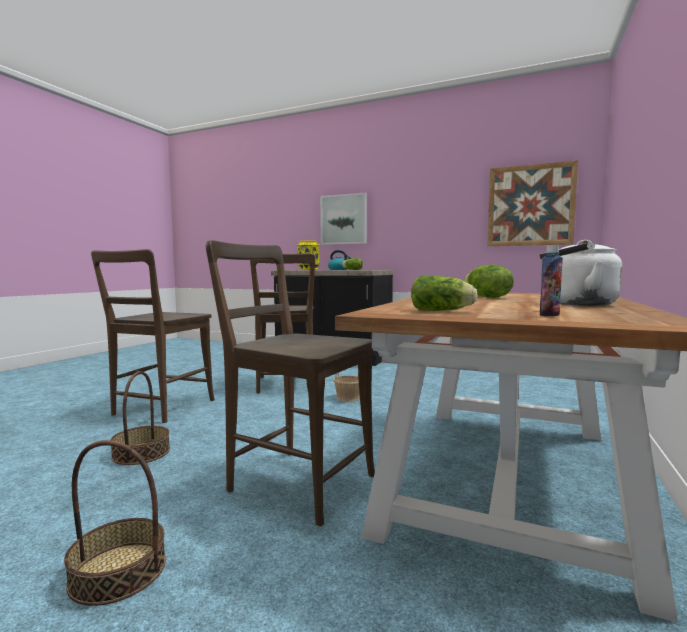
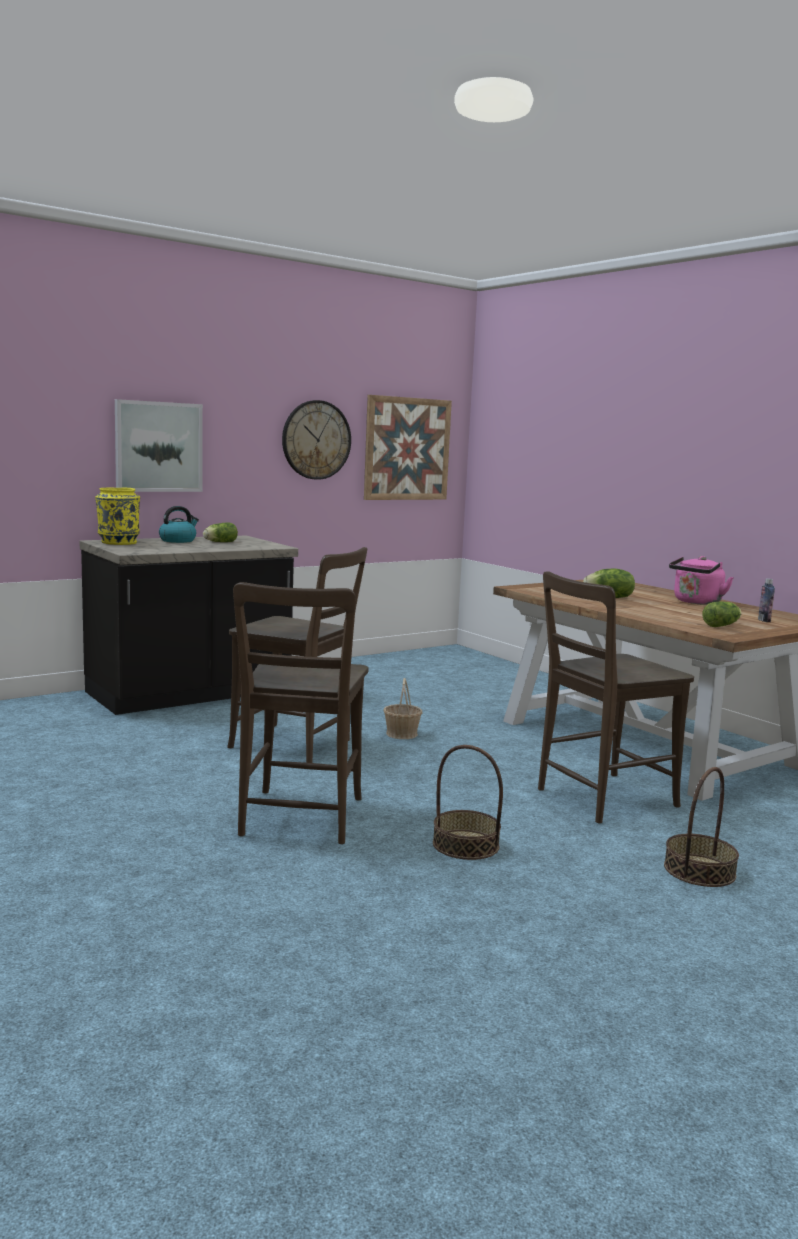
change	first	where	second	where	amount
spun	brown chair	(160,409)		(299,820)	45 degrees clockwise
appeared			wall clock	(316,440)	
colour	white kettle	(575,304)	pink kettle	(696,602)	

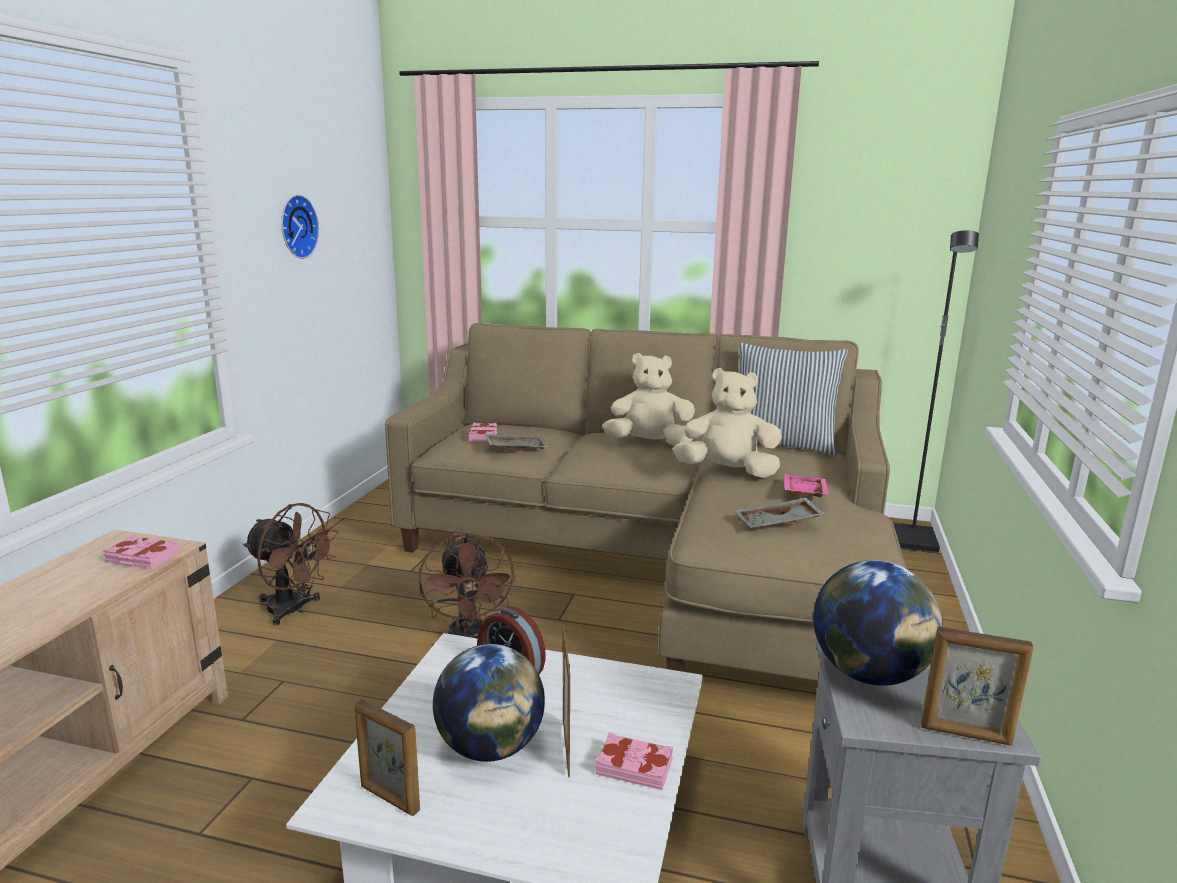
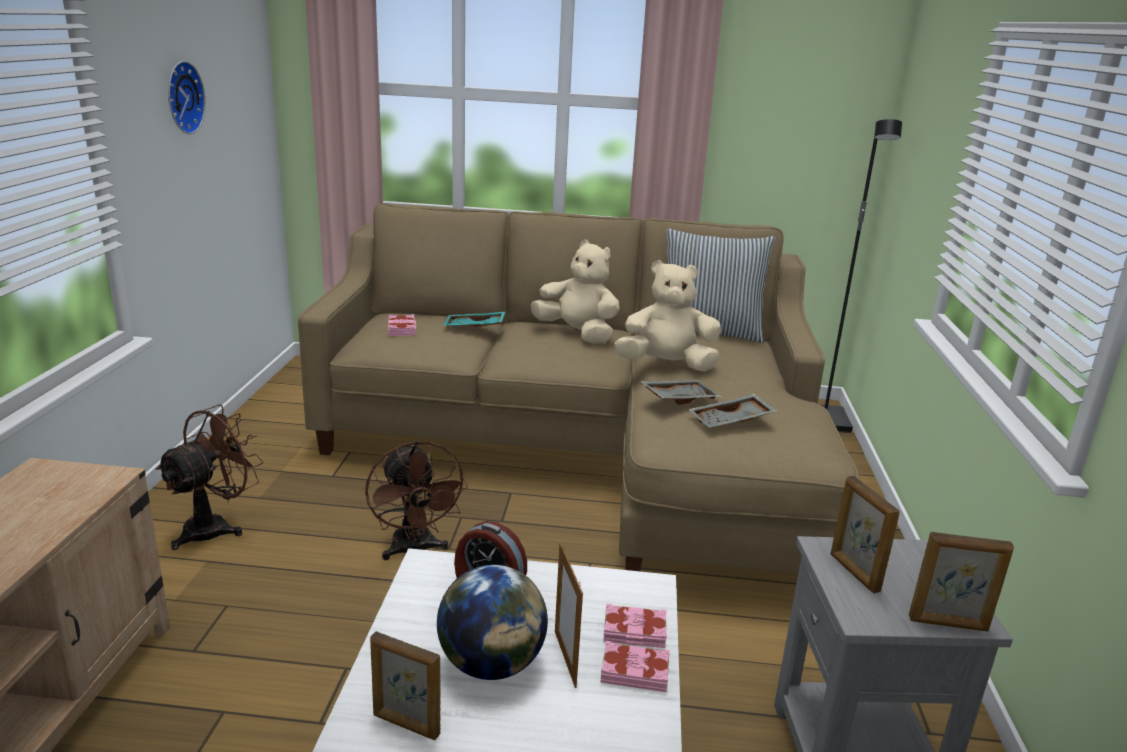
change	first	where	second	where	amount
spun	brown fan	(294,610)		(215,527)	75 degrees counterclockwise
appeared			turquoise tray	(474,327)	
spun	beige plush toy	(649,444)		(577,334)	45 degrees clockwise
relocated	pink book	(142,558)		(634,632)	
relocated	grey tray	(515,448)		(678,398)	
exchanged	globe	(869,674)	picture frame	(853,573)	
missing	pink tray	(803,494)			

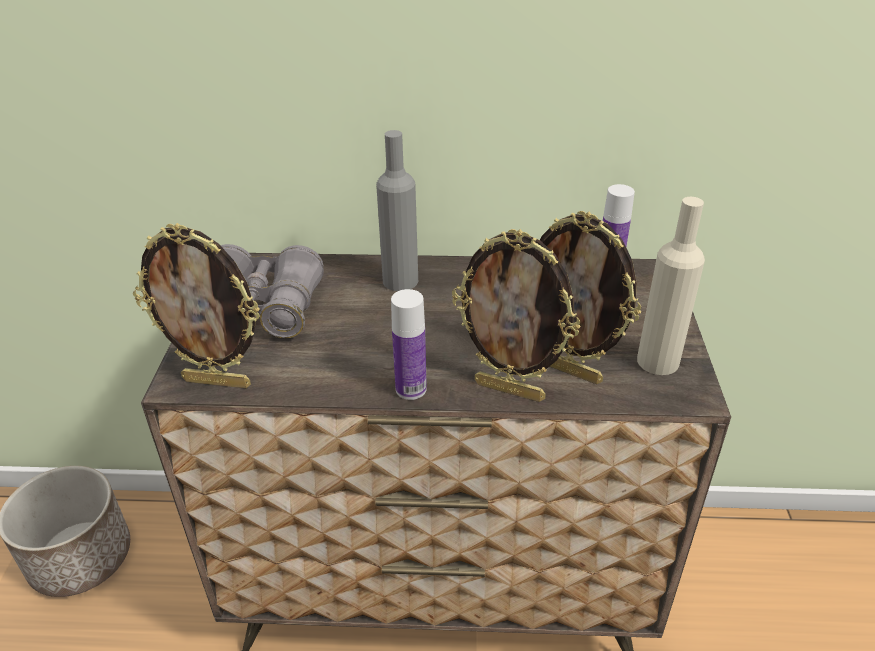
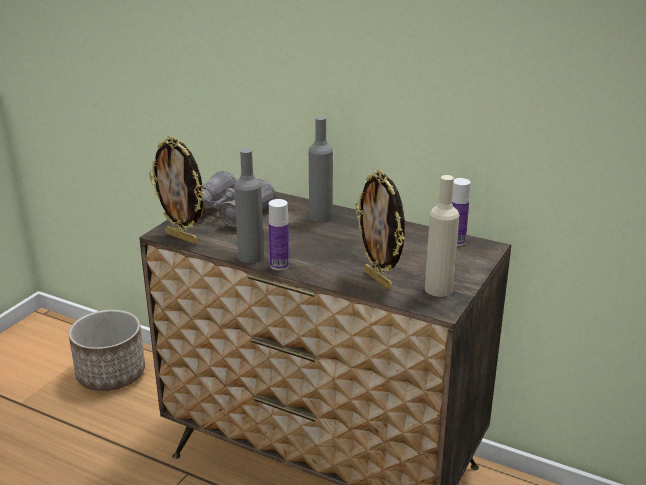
change	first	where	second	where	amount
appeared			grey bottle	(251,256)	
missing	picture frame	(510,390)			

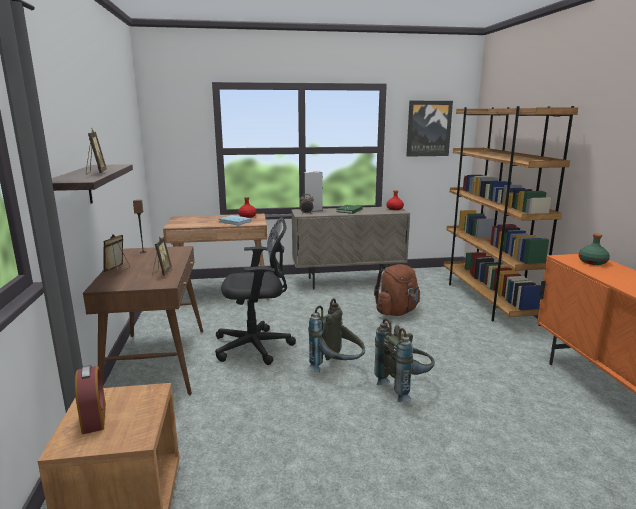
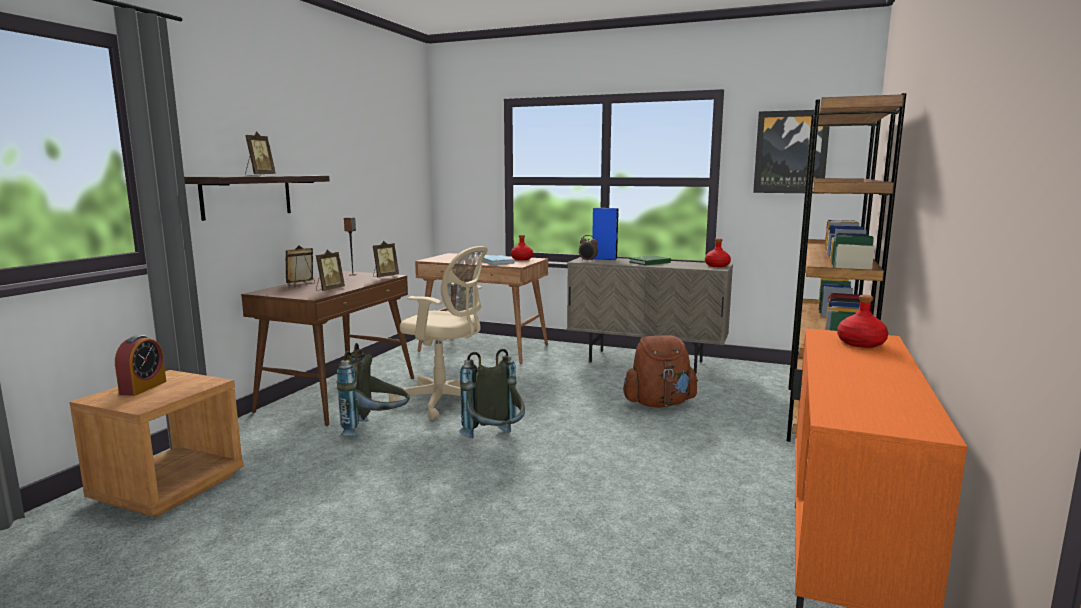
change	first	where	second	where	amount
relocated	grey backpack	(404,387)		(376,429)	
appeared			picture frame	(385,276)	
colour	black office chair	(256,346)	beige office chair	(445,402)	
colour	grey speaker	(313,210)	blue speaker	(604,258)	
colour	green bottle	(593,262)	red bottle	(861,343)	

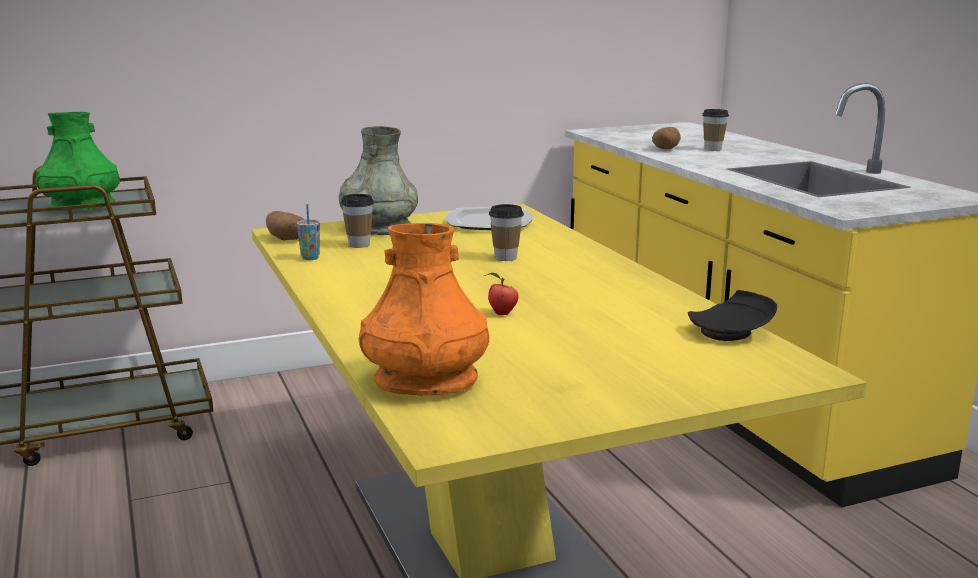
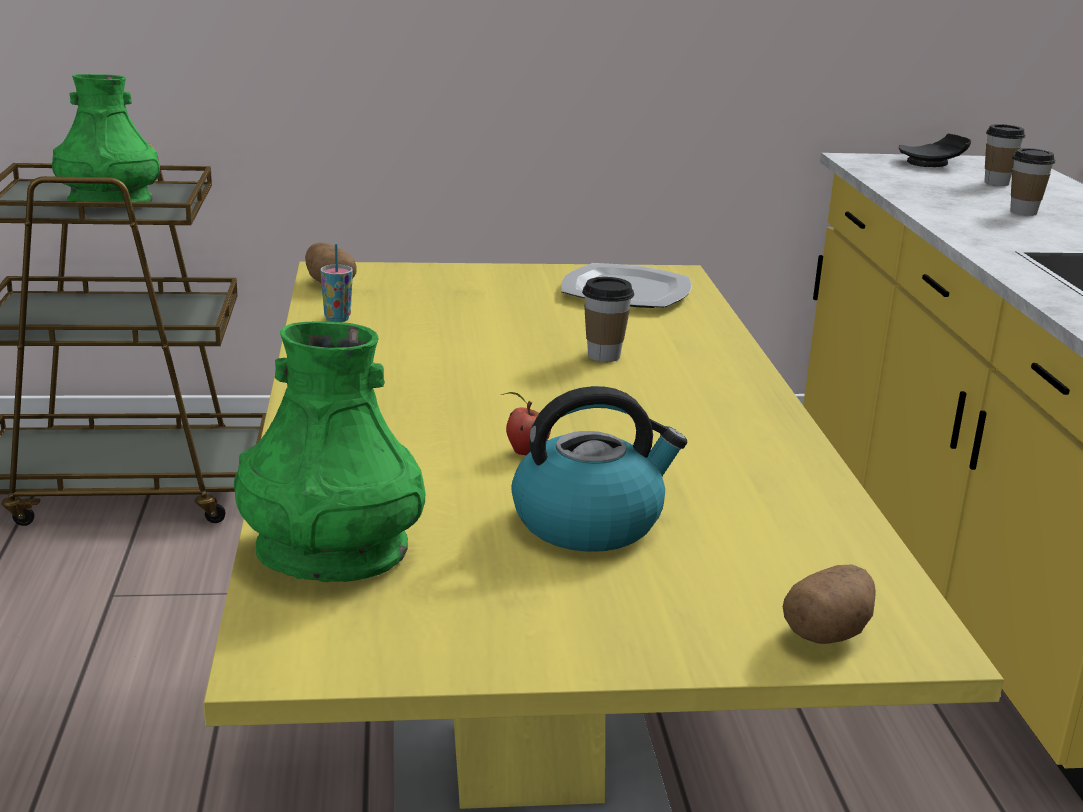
change	first	where	second	where	amount
colour	orange vase	(426,381)	green vase	(332,551)	
appeared			kettle	(589,522)	
relocated	potato	(666,149)		(827,633)	
relocated	black plate	(731,332)		(932,164)	
relocated	cup	(359,245)		(996,183)	
missing	grey vase	(379,227)			

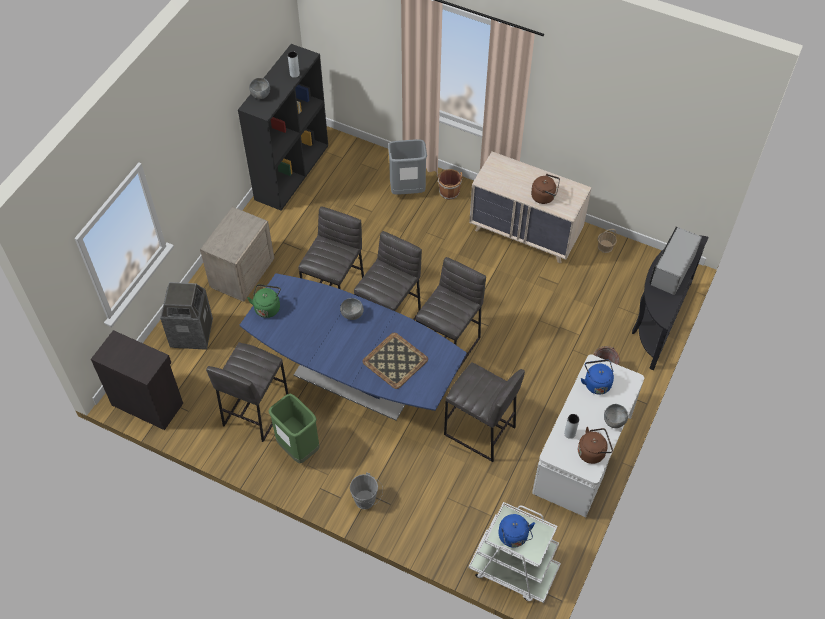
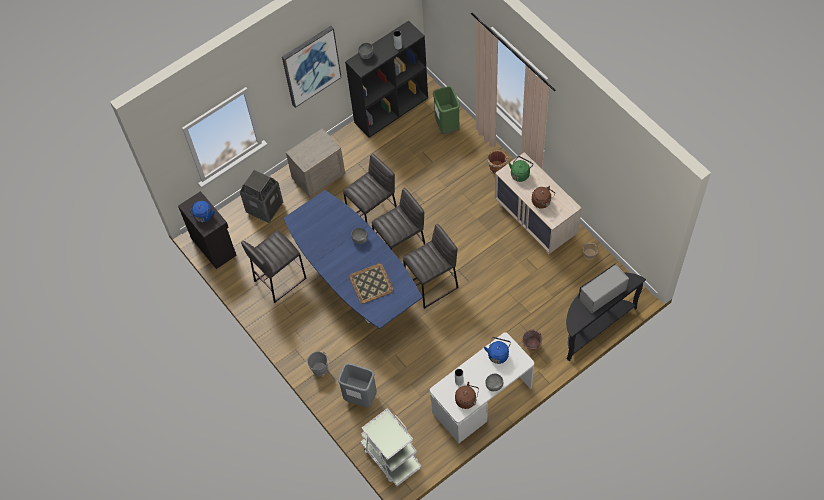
change	first	where	second	where	amount
relocated	blue kettle	(514,537)		(203,217)	
appeared			picture	(311,66)	
relocated	grey trash can	(407,190)		(360,397)	
relocated	green trash can	(298,448)		(447,126)	
relocated	green kettle	(267,307)		(520,174)	
missing	grey stool	(480,431)			

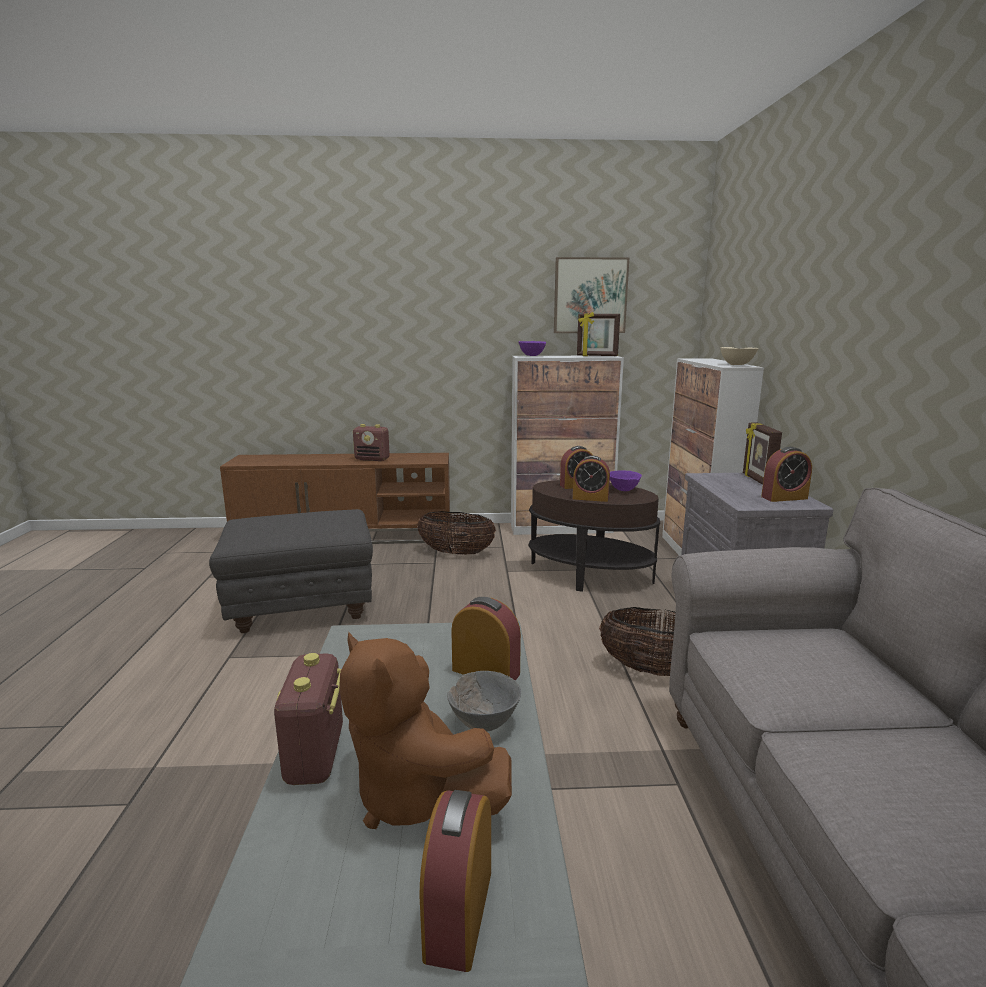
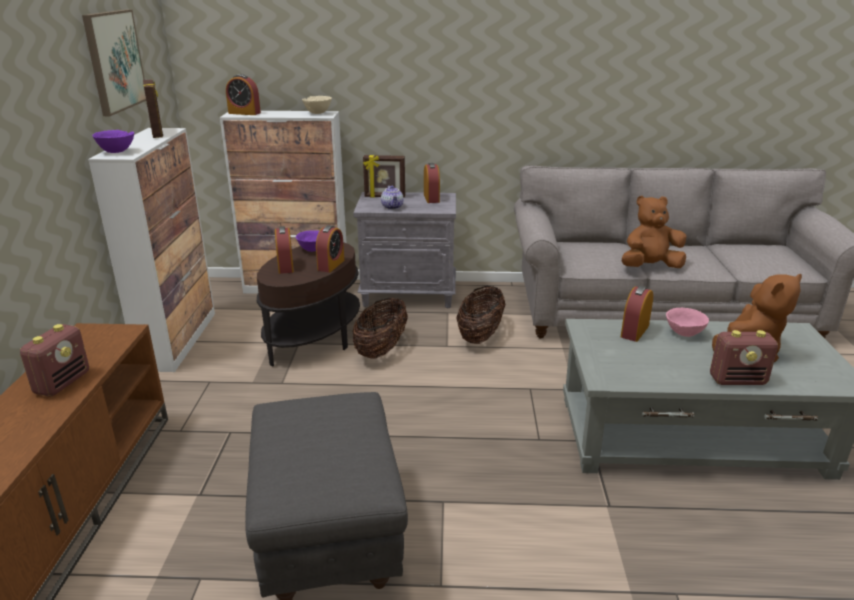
change	first	where	second	where	amount
spun	picture frame	(597,356)		(158,133)	45 degrees counterclockwise
relocated	alarm clock	(459,913)		(244,113)	
relocated	basket	(456,553)		(381,349)	
appeared			teapot	(393,207)	
appeared			brown plush toy	(650,267)	
colour	grey bowl	(483,722)	pink bowl	(683,333)	

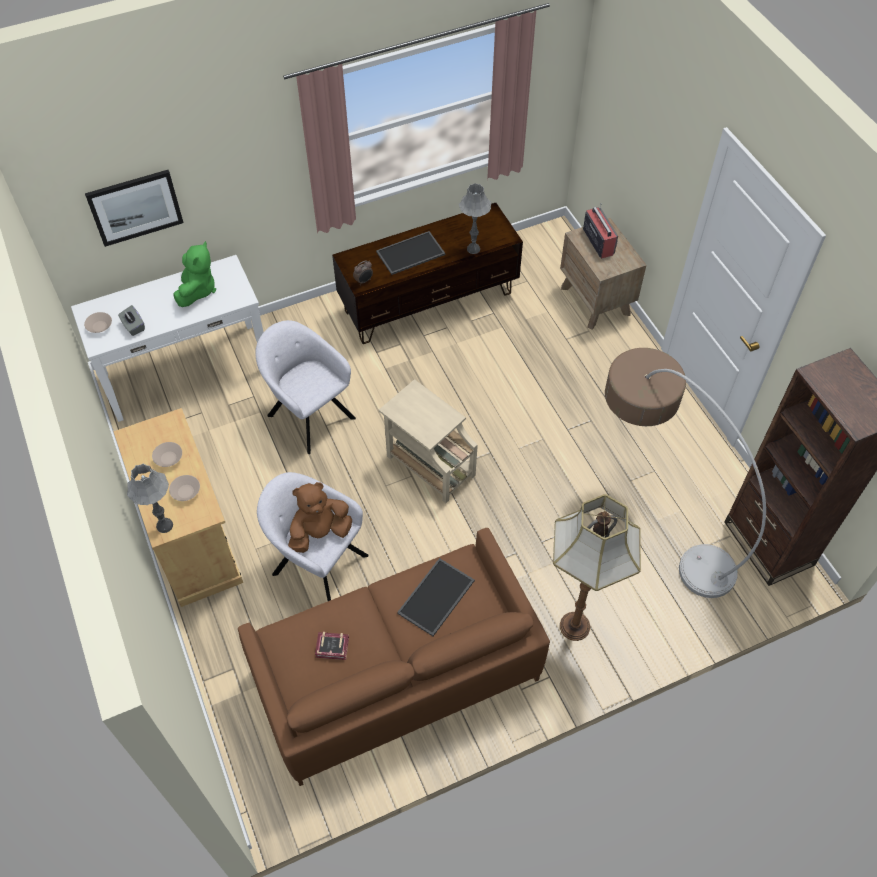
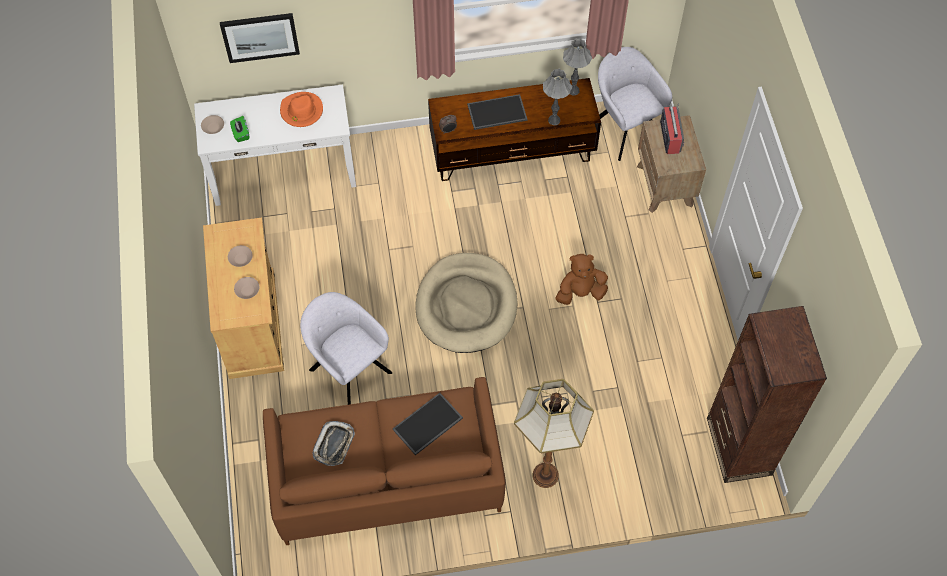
change	first	where	second	where	amount
colour	grey tissue box	(133,326)	green tissue box	(241,134)	
exchanged	green plush toy	(197,290)	orange hat	(301,111)	
exchanged	book	(333,648)	tray	(334,445)	
exchanged	beige side table	(429,464)	beige dog bed	(466,305)	
relocated	brown plush toy	(319,533)		(580,292)	
relocated	grey table lamp	(164,525)		(573,90)	
relocated	grey armchair	(308,414)		(624,128)	
missing	floor lamp	(654,516)			

